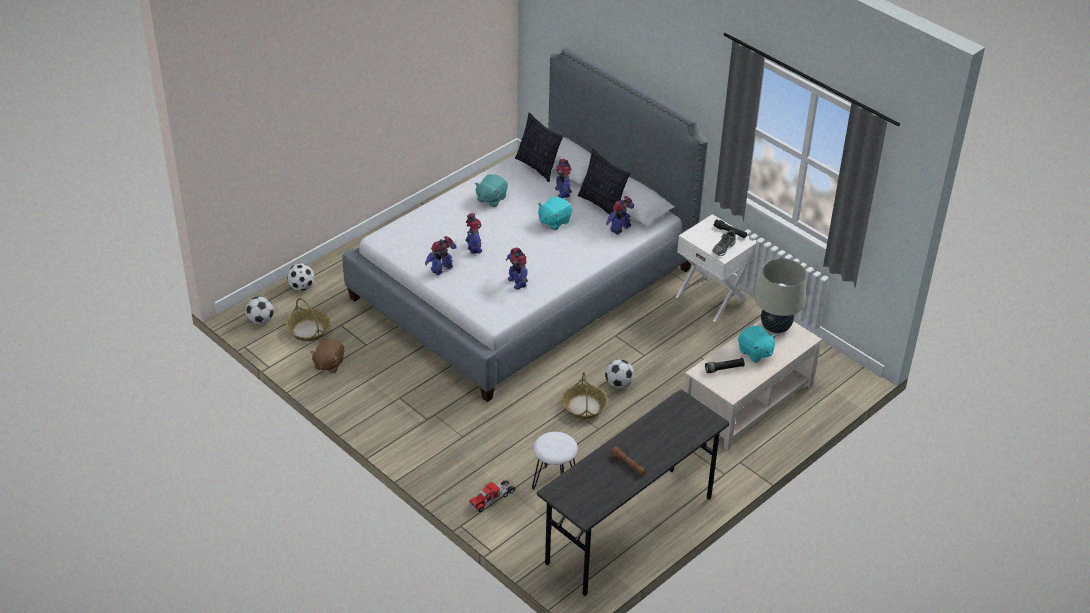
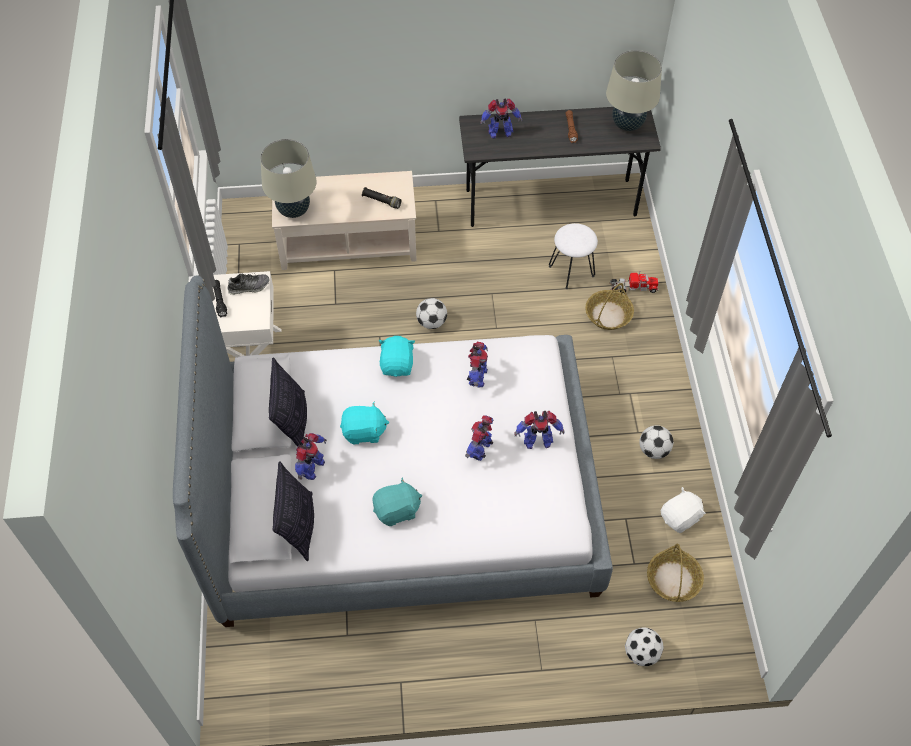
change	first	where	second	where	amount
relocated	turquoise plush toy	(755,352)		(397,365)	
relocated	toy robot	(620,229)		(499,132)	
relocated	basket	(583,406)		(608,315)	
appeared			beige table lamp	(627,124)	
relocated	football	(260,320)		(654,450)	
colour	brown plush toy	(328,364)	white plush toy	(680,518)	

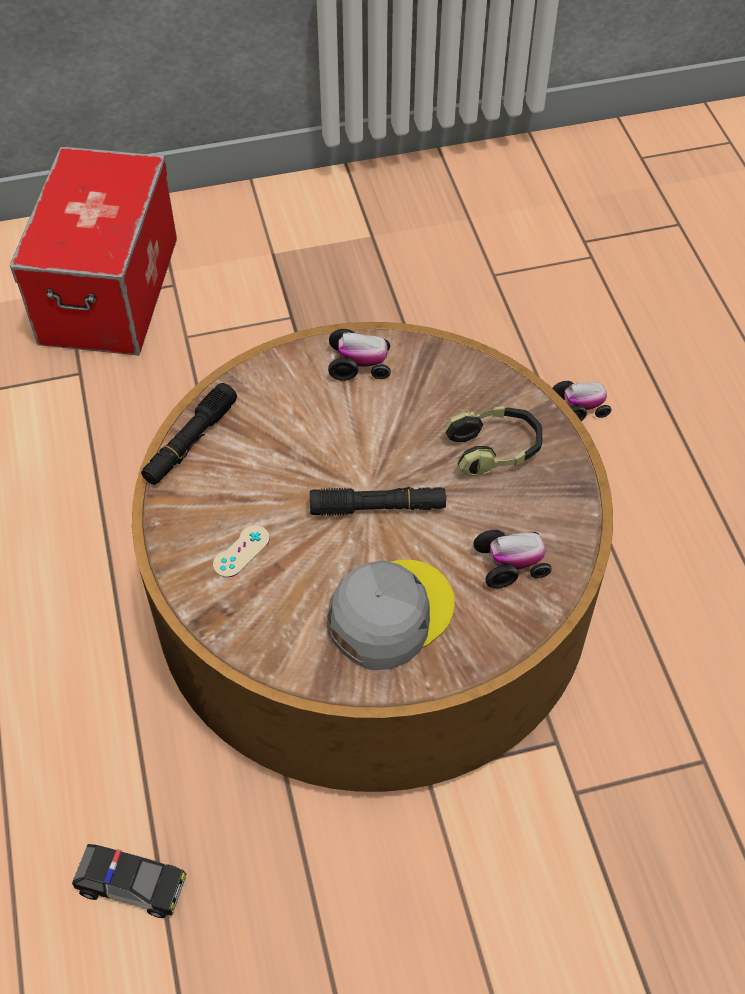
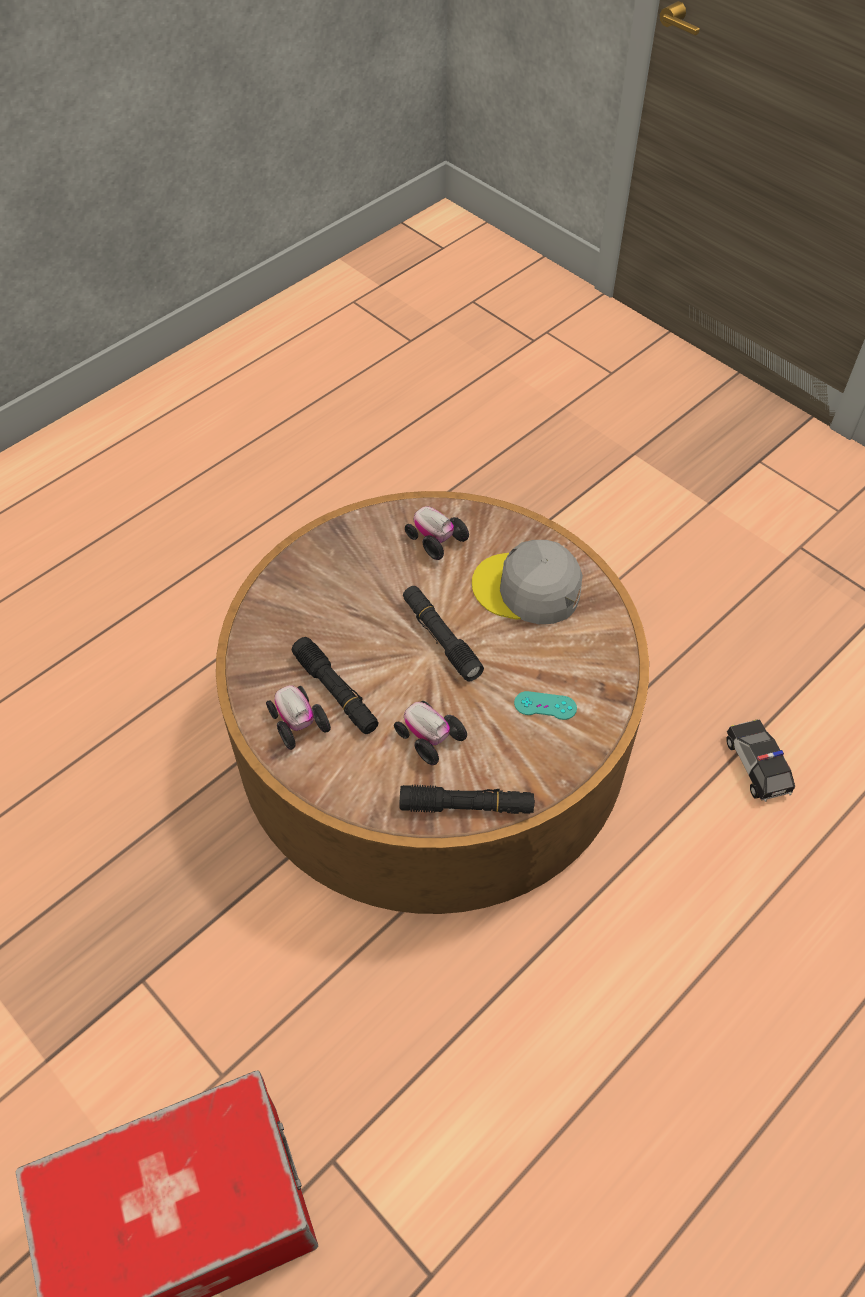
change	first	where	second	where	amount
appeared			black flashlight	(336,692)	
relocated	toy car	(579,409)		(429,738)	
colour	beige game controller	(241,551)	turquoise game controller	(545,706)	
missing	headphones	(494,449)			

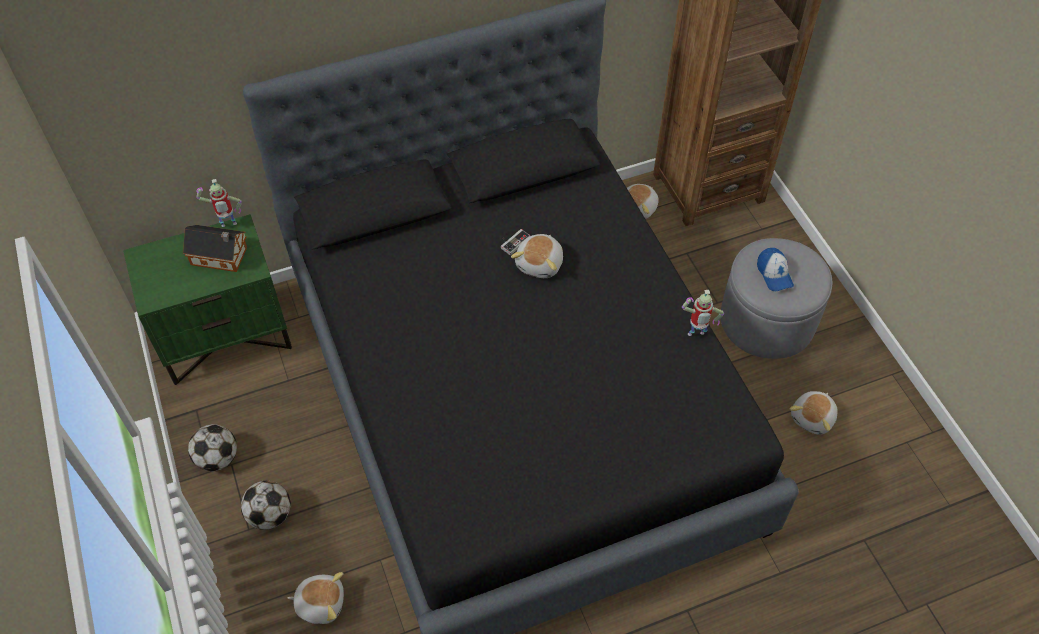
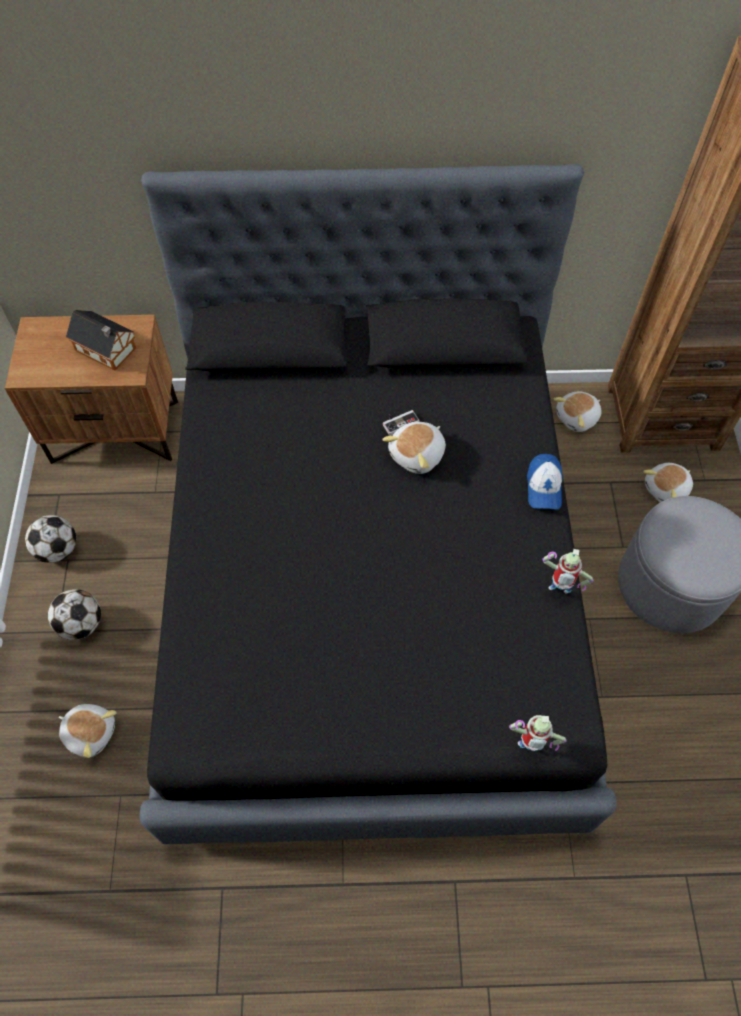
change	first	where	second	where	amount
colour	green nightstand	(226,336)	brown nightstand	(116,430)	
relocated	toy robot	(229,226)		(528,747)	
relocated	cap	(774,274)		(543,487)	
relocated	plush toy	(813,418)		(666,490)	

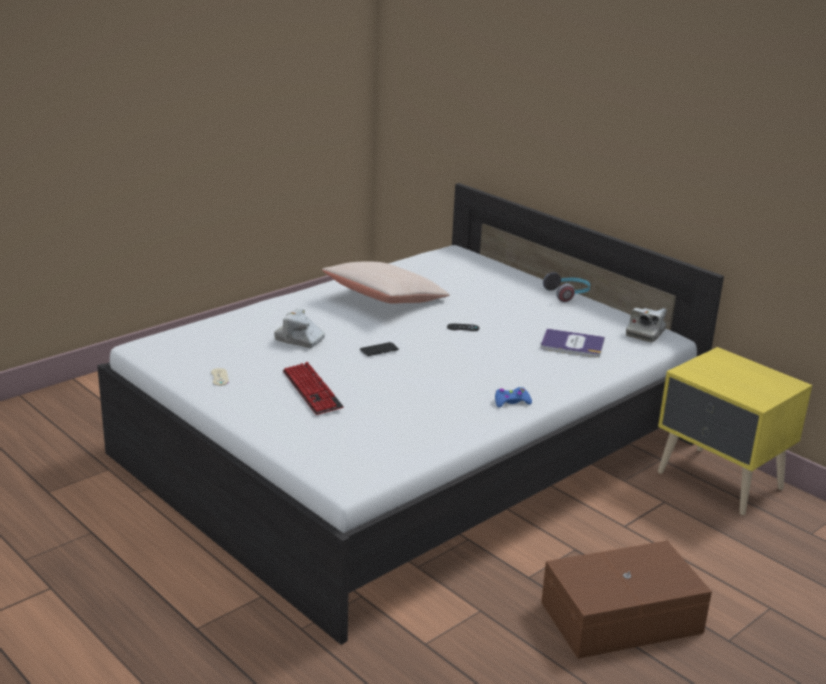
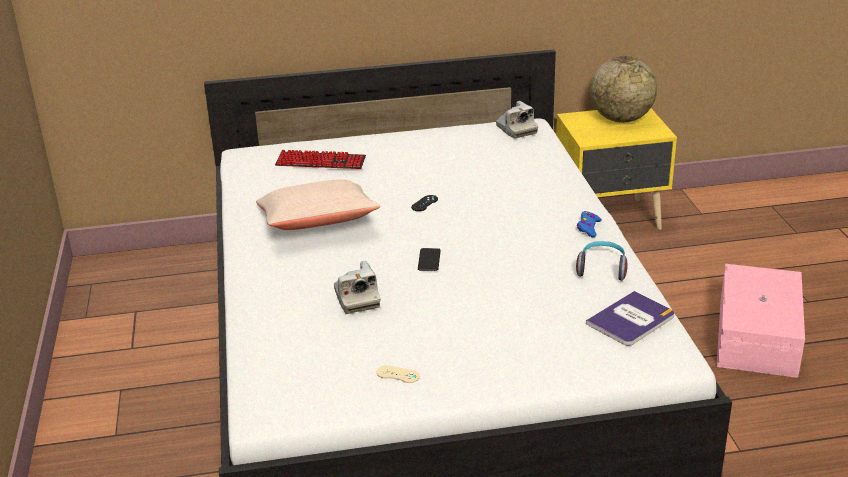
change	first	where	second	where	amount
relocated	keyboard	(312,390)		(320,162)	
spun	photo camera	(300,339)		(356,299)	75 degrees counterclockwise
relocated	headphones	(568,294)		(602,268)	
relocated	book	(572,344)		(631,320)	
appeared			globe	(621,119)	
colour	brown storage box	(623,619)	pink storage box	(759,336)	

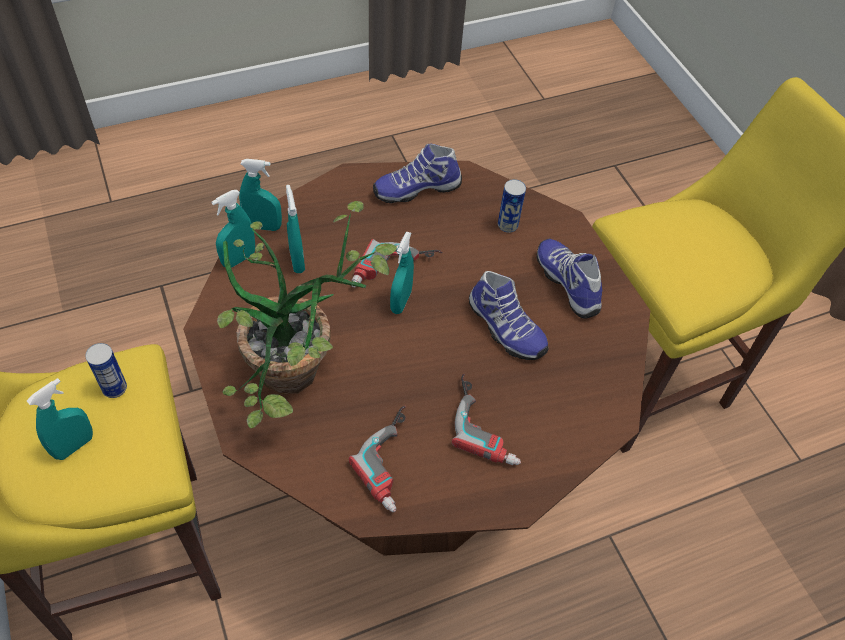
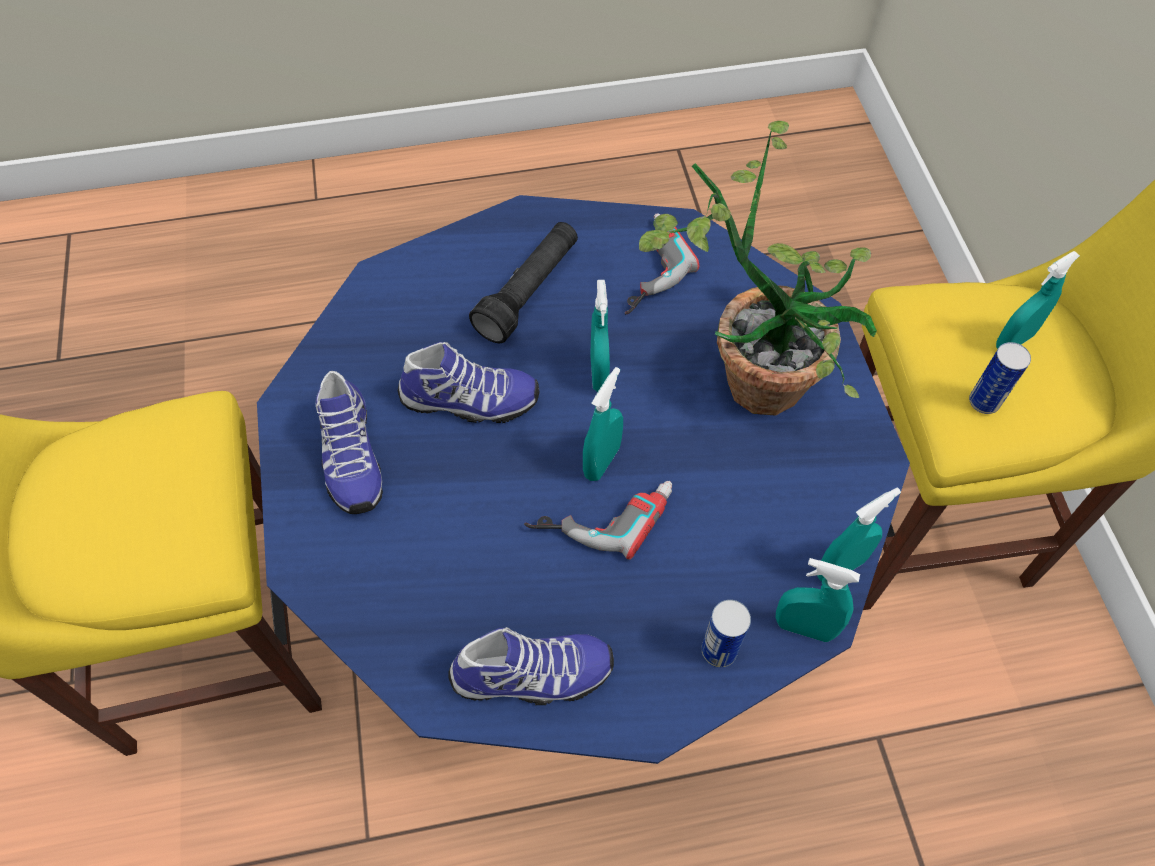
change	first	where	second	where	amount
colour	brown dining table	(410,454)	blue dining table	(578,589)	
spun	shoe	(504,329)		(469,402)	120 degrees clockwise
exchanged	power drill	(488,423)	black flashlight	(529,292)	
relocated	turquoise spray bottle	(297,261)		(599,373)	
relocated	can	(507,225)		(719,651)	

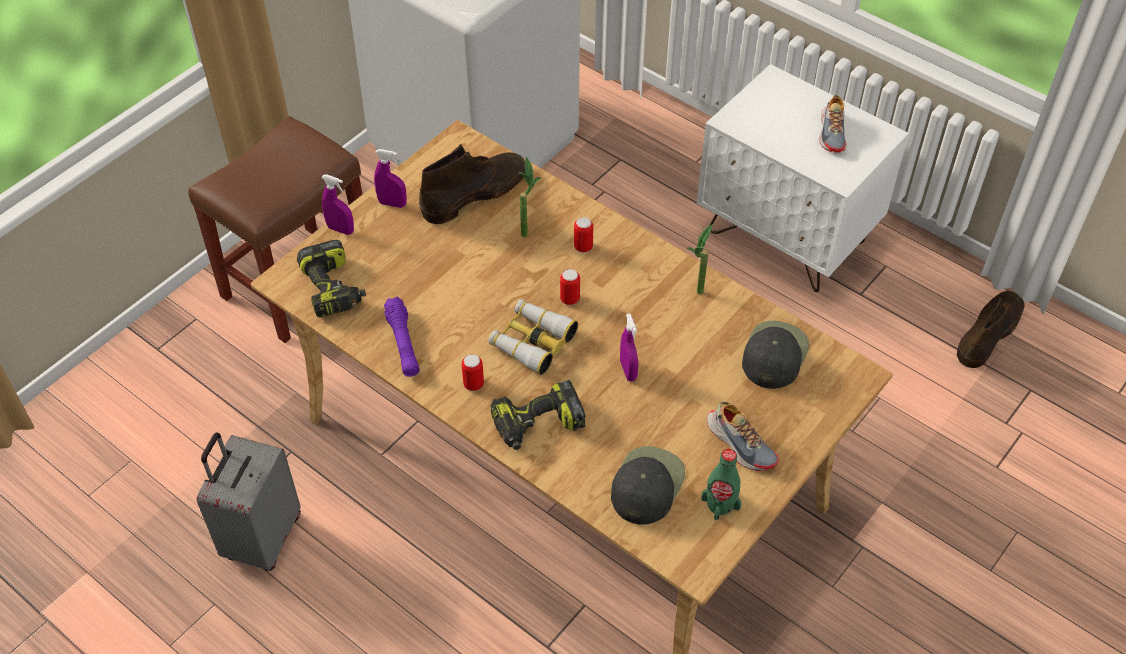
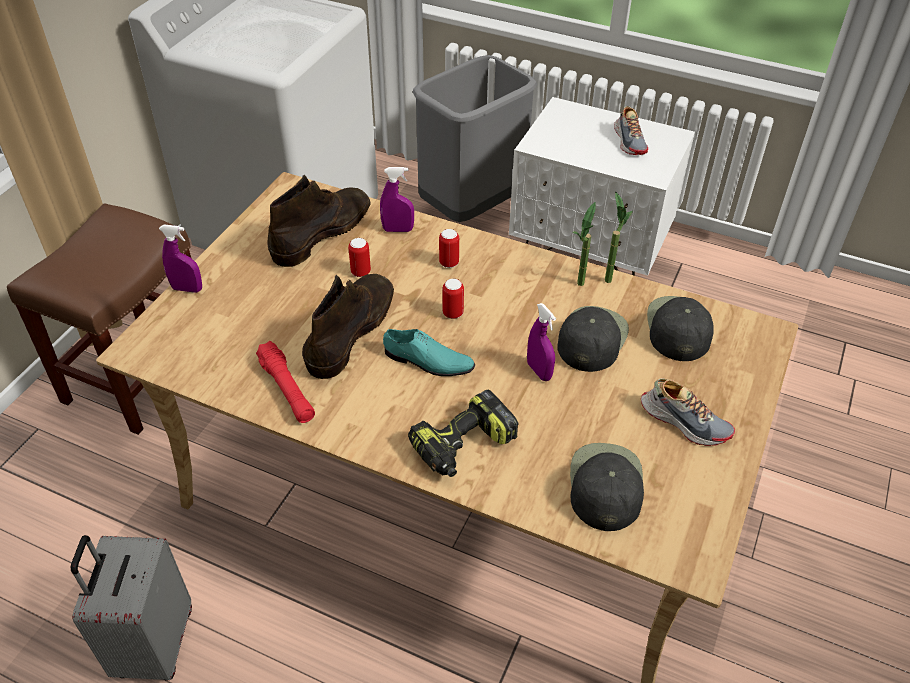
change	first	where	second	where	amount
colour	purple flashlight	(403,343)	red flashlight	(287,389)	
relocated	brown boot	(989,333)		(351,330)	
relocated	can	(473,384)		(360,272)	
relocated	purple spray bottle	(392,203)		(398,230)	
exchanged	binoculars	(532,341)	turquoise shoe	(428,361)	
appeared			grey trash can	(472,206)	
appeared			black cap	(591,338)	
relocated	potted plant	(527,230)		(608,275)	
missing	power drill	(333,288)			
missing	green bottle	(720,503)			

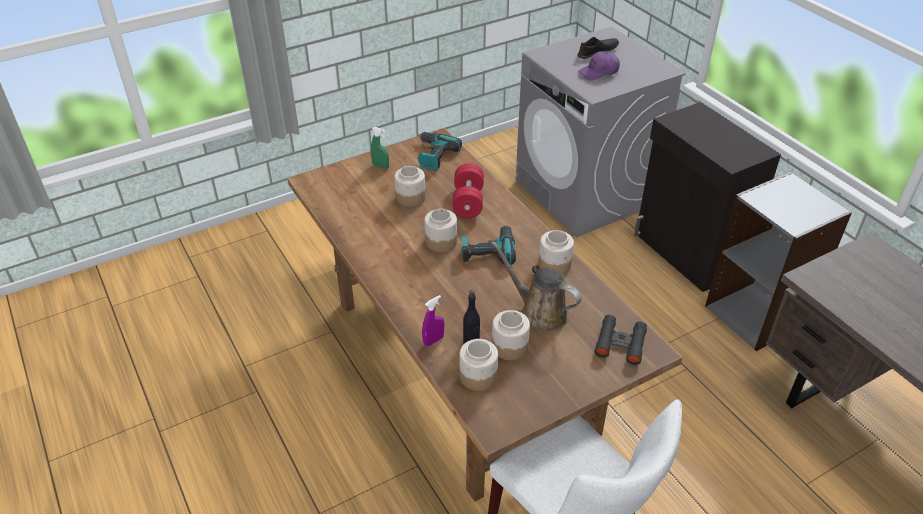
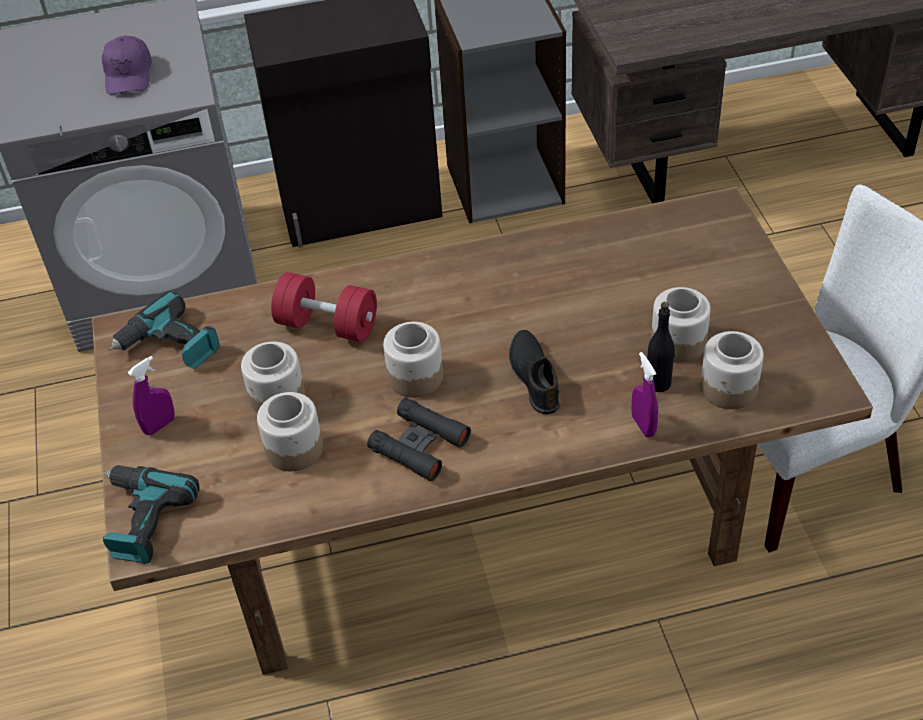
change	first	where	second	where	amount
relocated	power drill	(488,251)		(141,520)	
colour	green spray bottle	(380,166)	purple spray bottle	(160,425)	
relocated	jar	(555,264)		(295,448)	
relocated	black binoculars	(620,343)		(419,445)	
relocated	black shoe	(597,51)		(535,376)	
missing	brown watering can	(540,312)			

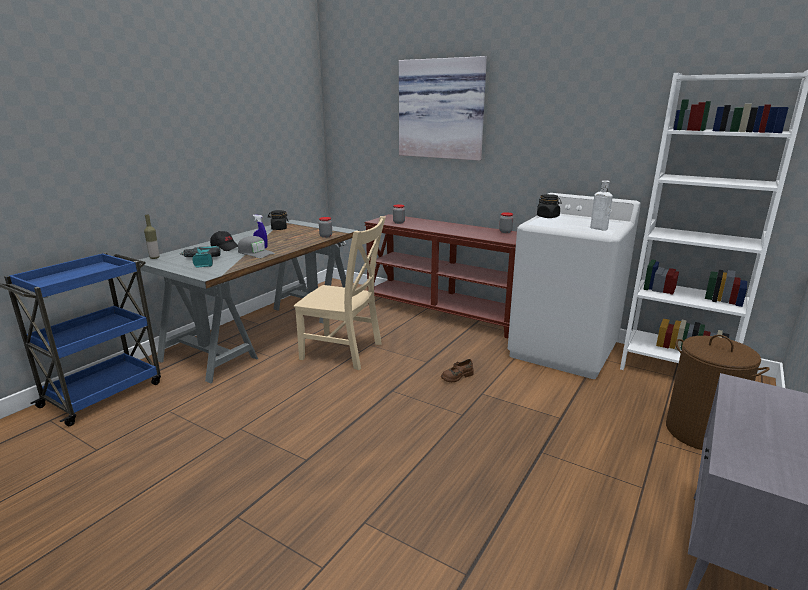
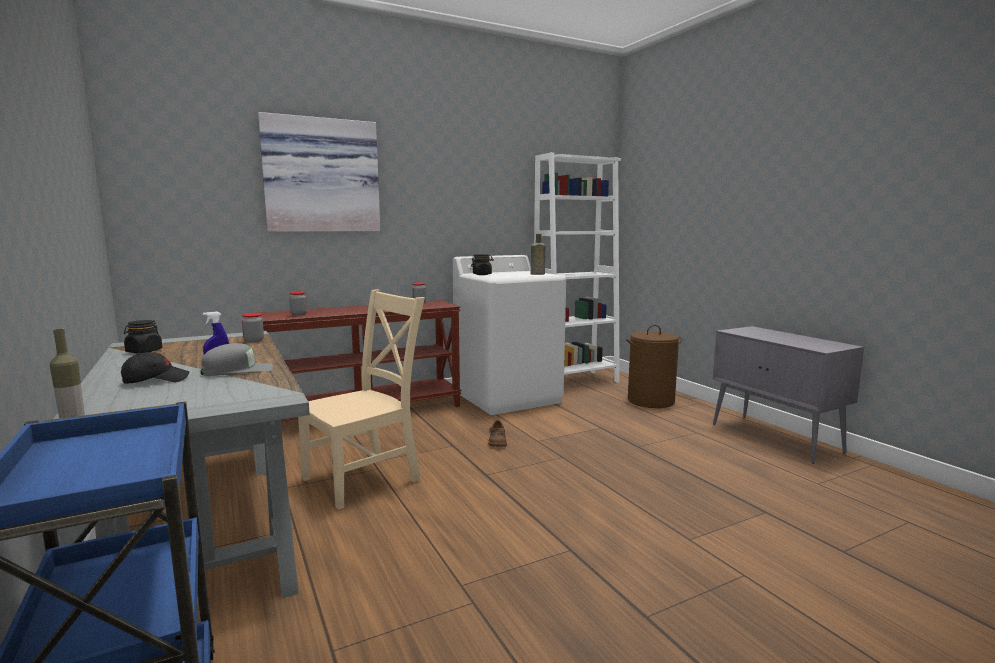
change	first	where	second	where	amount
colour	white bottle	(597,228)	brown bottle	(536,274)	
missing	power drill	(200,262)			

